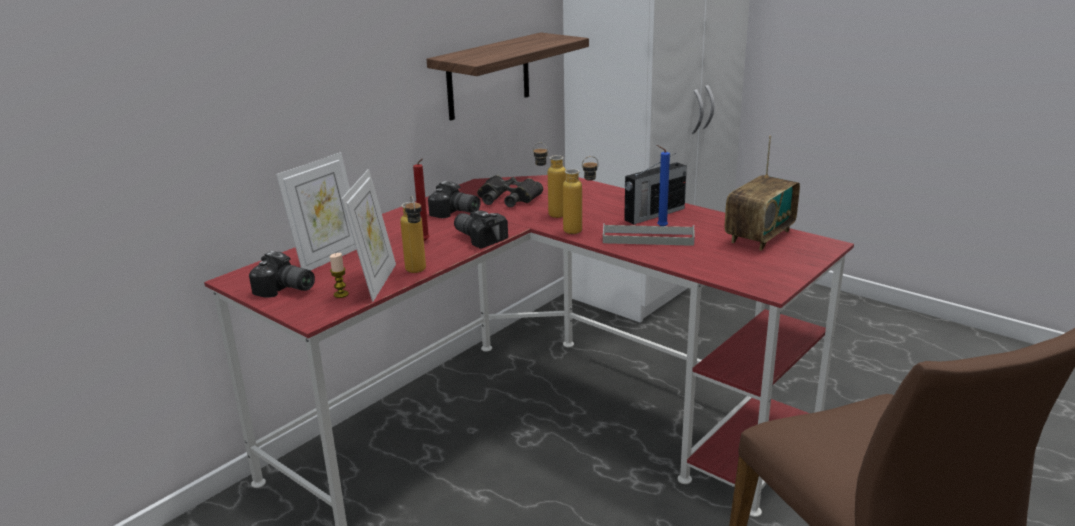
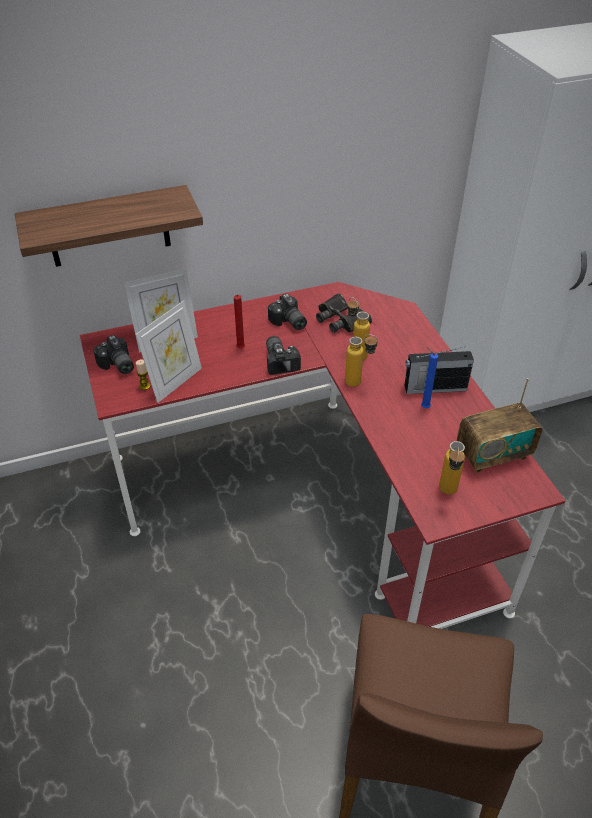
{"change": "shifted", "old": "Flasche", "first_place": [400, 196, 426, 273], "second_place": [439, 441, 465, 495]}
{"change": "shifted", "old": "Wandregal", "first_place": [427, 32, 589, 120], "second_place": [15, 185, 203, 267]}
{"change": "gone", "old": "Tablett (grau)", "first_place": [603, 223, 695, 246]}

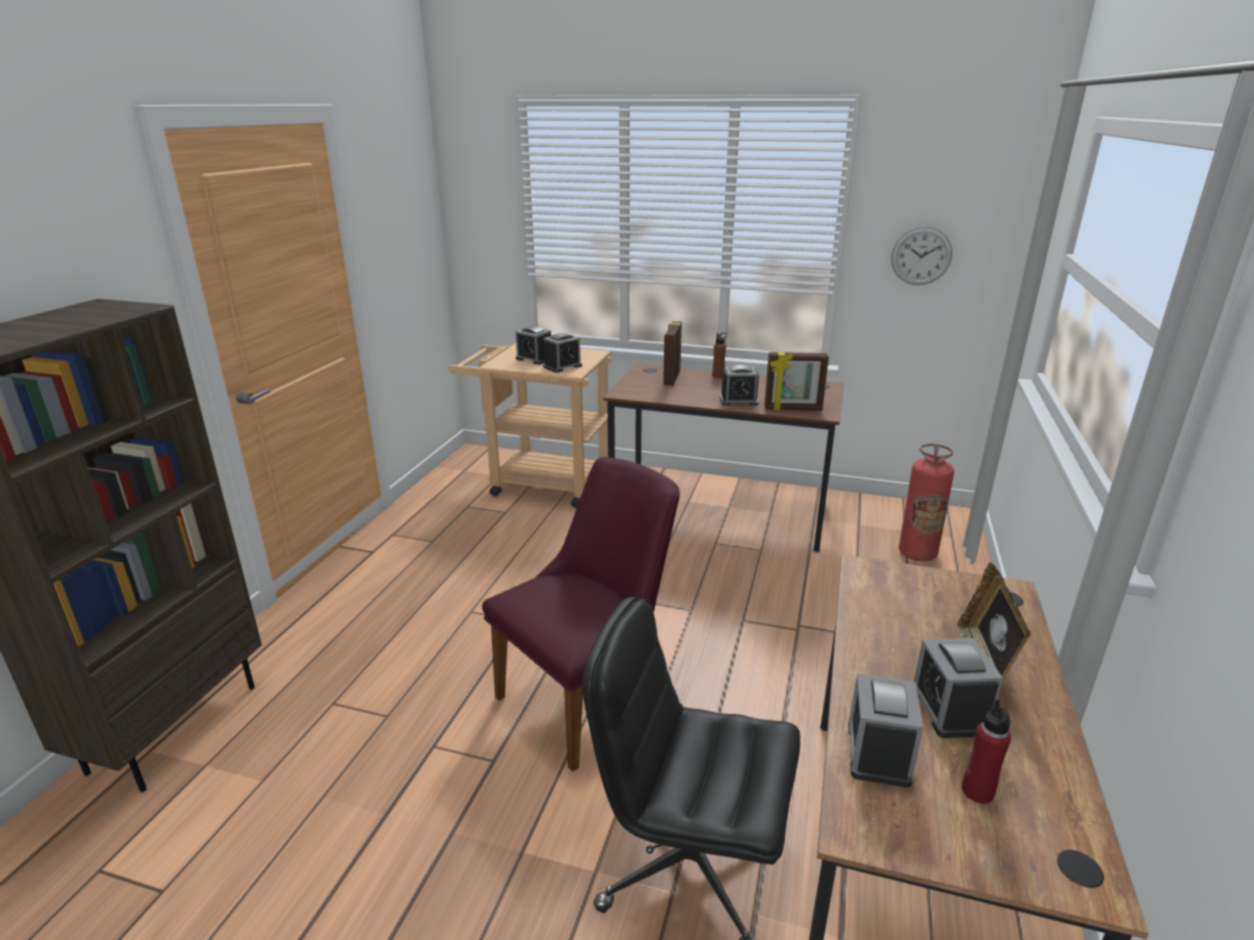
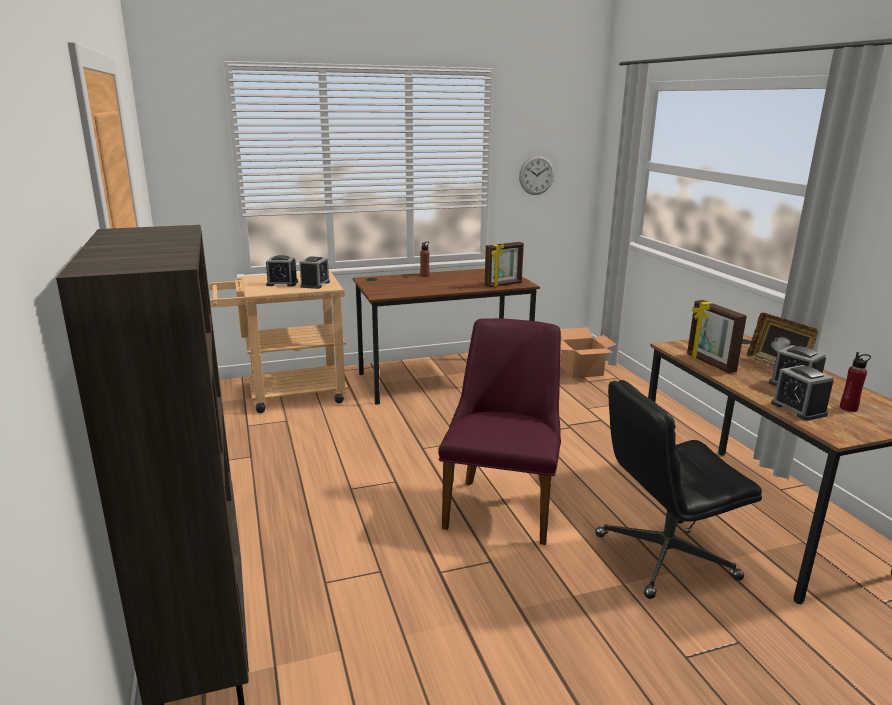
{"change": "shifted", "old": "Bilderrahmen", "first_place": [663, 321, 682, 386], "second_place": [687, 300, 747, 373]}
{"change": "gone", "old": "Wecker", "first_place": [720, 365, 759, 406]}
{"change": "swapped", "old": "Feuerlöscher", "new": "Karton", "first_place": [899, 444, 954, 561], "second_place": [560, 327, 617, 378]}

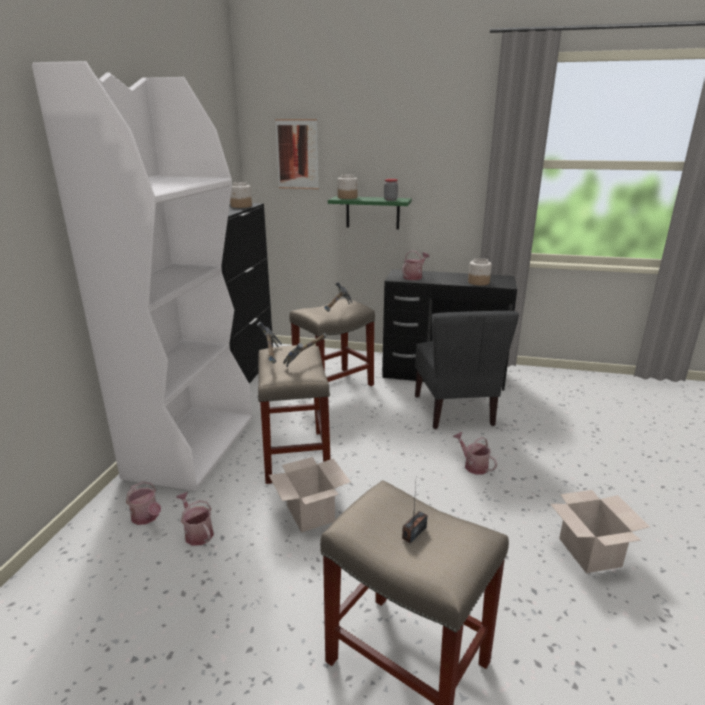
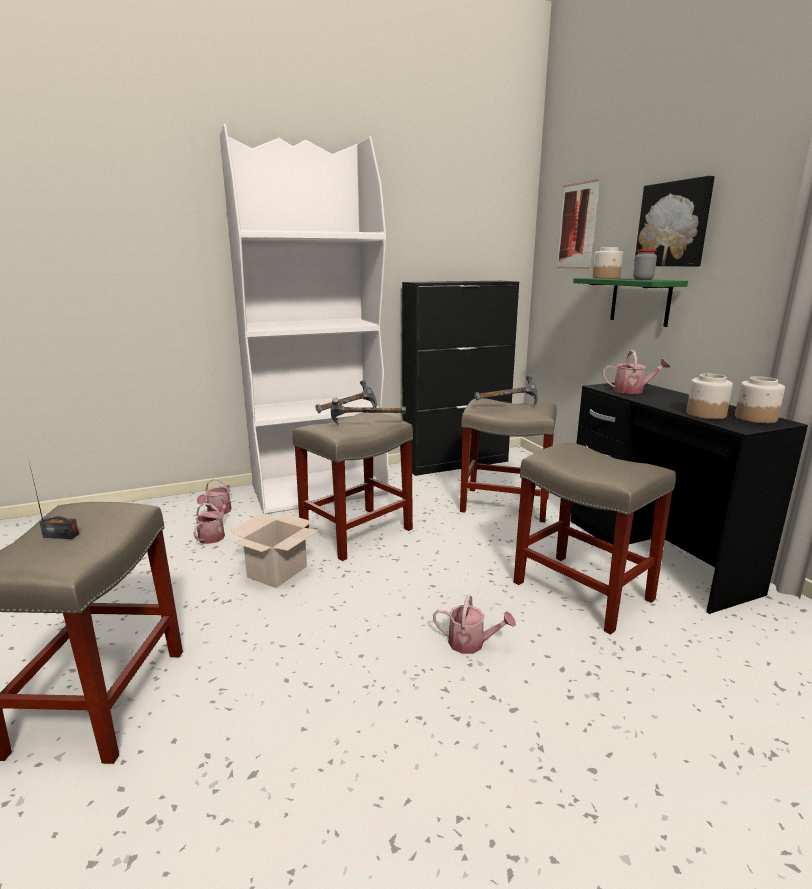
{"change": "shifted", "old": "Vorratsglas", "first_place": [230, 182, 252, 208], "second_place": [735, 376, 785, 423]}
{"change": "swapped", "old": "Stuhl (grau)", "new": "Hocker (beige)", "first_place": [415, 311, 519, 429], "second_place": [514, 442, 676, 634]}
{"change": "rotated", "old": "Gießkanne", "first_place": [453, 432, 497, 474], "second_place": [433, 595, 516, 654], "degrees": 90}
{"change": "gone", "old": "Karton", "first_place": [550, 490, 650, 573]}
{"change": "new", "new": "Bild", "second_place": [634, 176, 715, 267]}

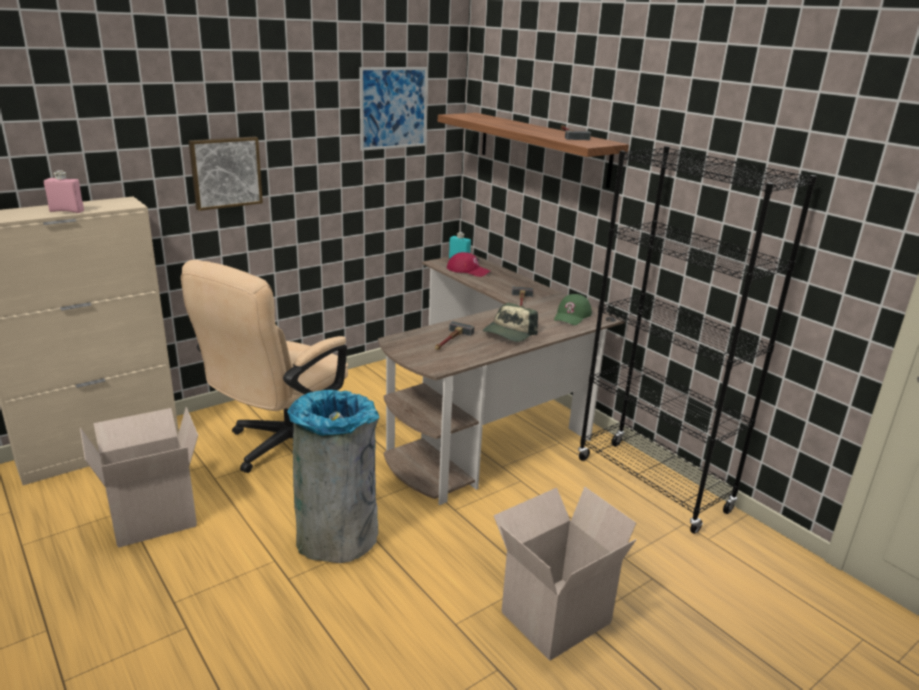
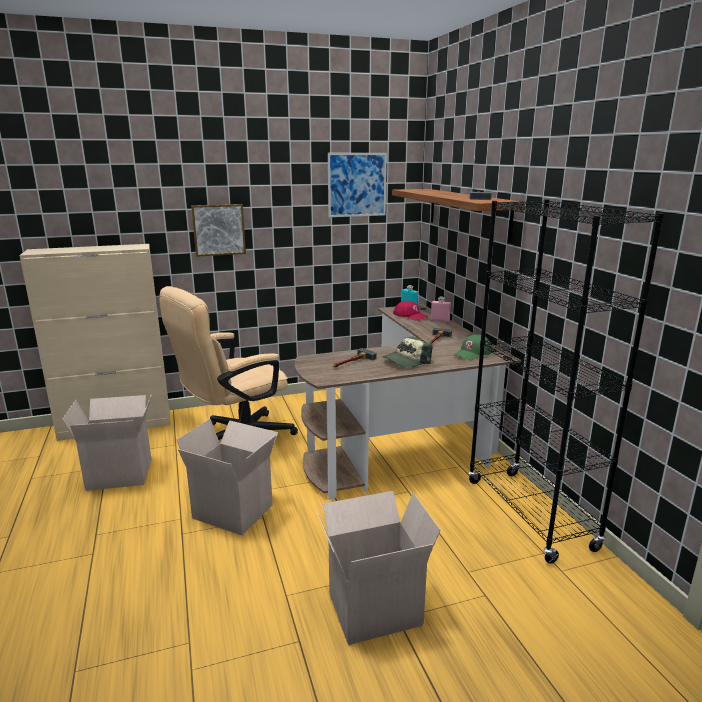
{"change": "shifted", "old": "Flasche (rosa)", "first_place": [44, 170, 84, 213], "second_place": [431, 297, 451, 323]}
{"change": "swapped", "old": "Mülleimer (grau)", "new": "Karton", "first_place": [287, 390, 380, 563], "second_place": [177, 419, 278, 535]}

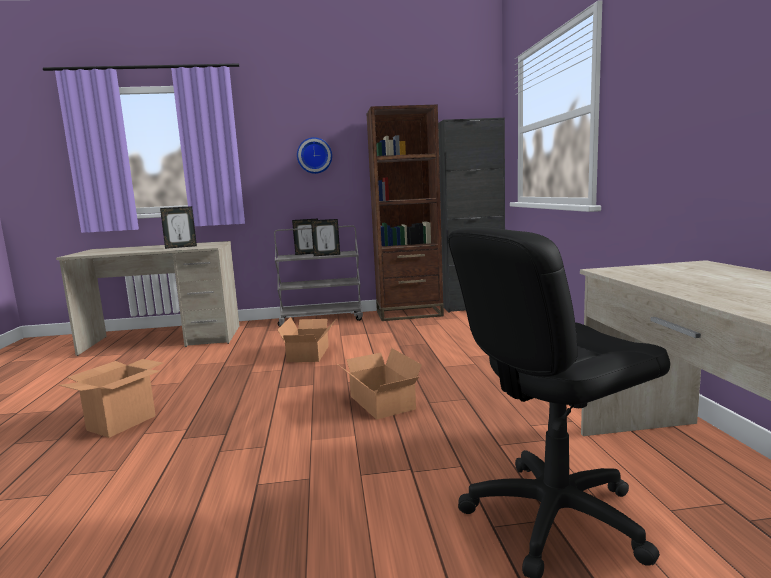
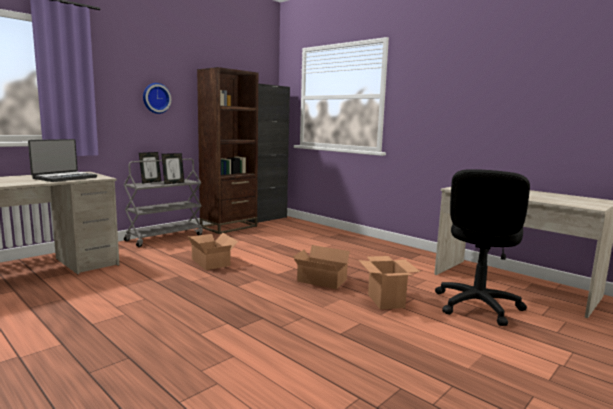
{"change": "shifted", "old": "Karton", "first_place": [59, 359, 163, 438], "second_place": [359, 256, 420, 309]}
{"change": "swapped", "old": "Bilderrahmen", "new": "Laptop", "first_place": [160, 206, 197, 249], "second_place": [28, 139, 97, 182]}

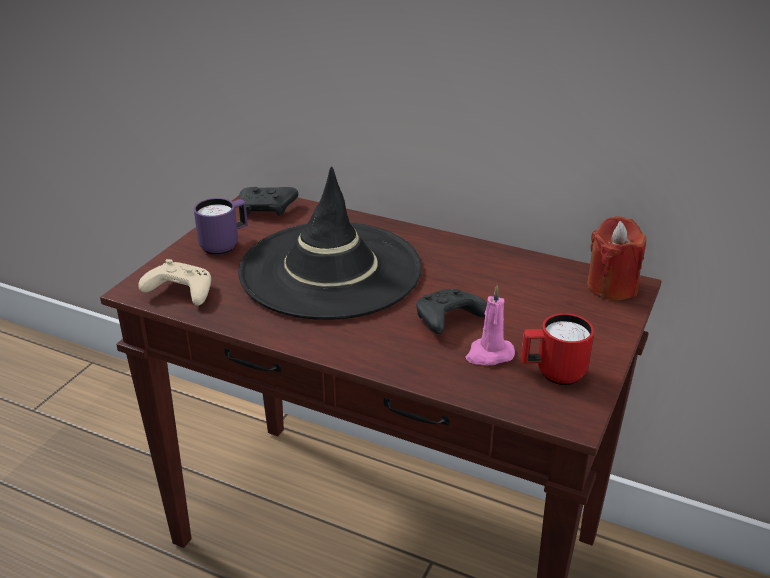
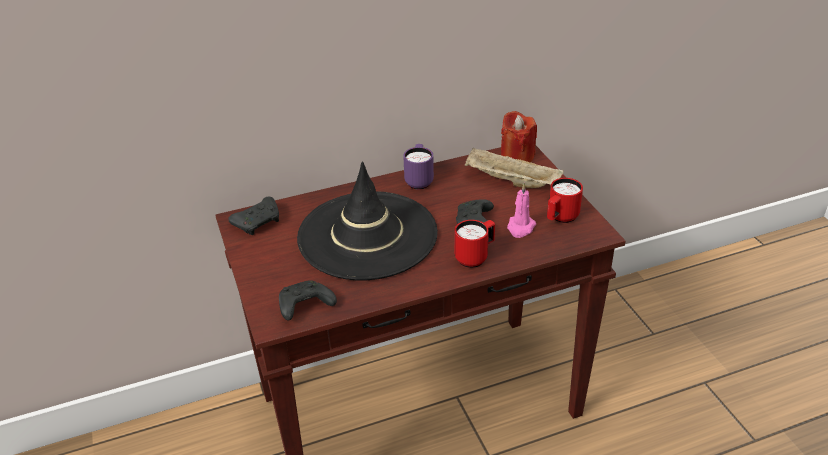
{"change": "repainted", "old": "Gamepad (beige)", "new": "Gamepad (schwarz)", "first_place": [138, 259, 211, 306], "second_place": [279, 280, 337, 320]}
{"change": "shifted", "old": "Henkelbecher (lila)", "first_place": [194, 198, 248, 255], "second_place": [403, 144, 434, 190]}
{"change": "new", "new": "Henkelbecher (rot)", "second_place": [455, 220, 495, 268]}
{"change": "new", "new": "Tablett (beige)", "second_place": [465, 148, 564, 188]}

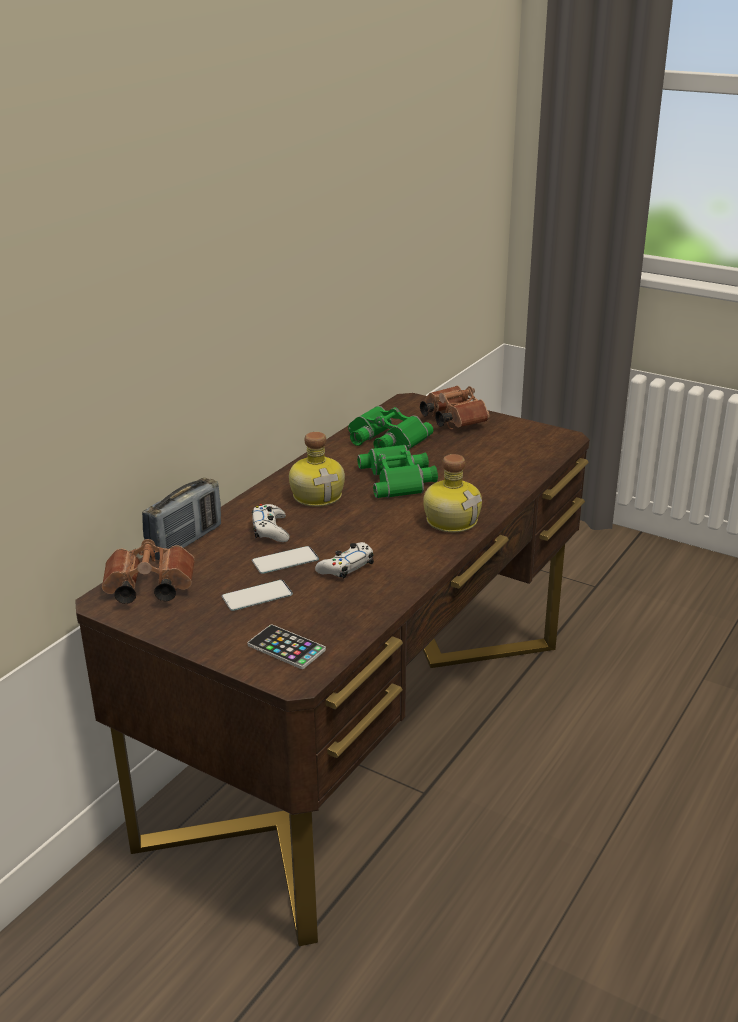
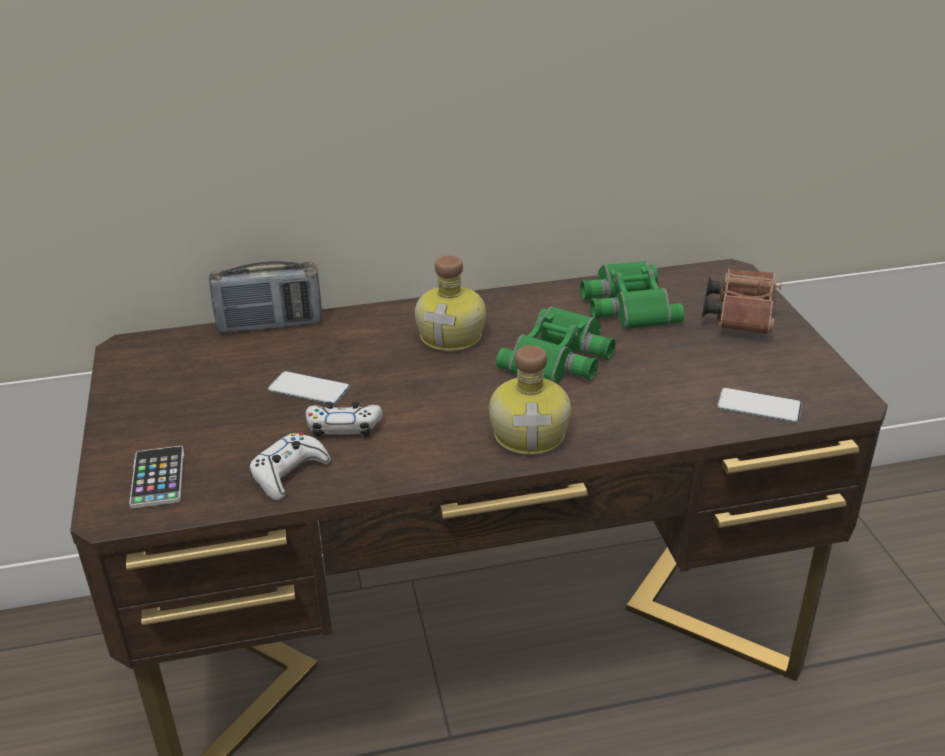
{"change": "gone", "old": "Fernglas (braun)", "first_place": [102, 539, 195, 604]}
{"change": "shifted", "old": "Handy", "first_place": [222, 580, 293, 611], "second_place": [717, 388, 802, 422]}
{"change": "shifted", "old": "Gamepad (weiß)", "first_place": [252, 504, 290, 542], "second_place": [249, 433, 331, 500]}

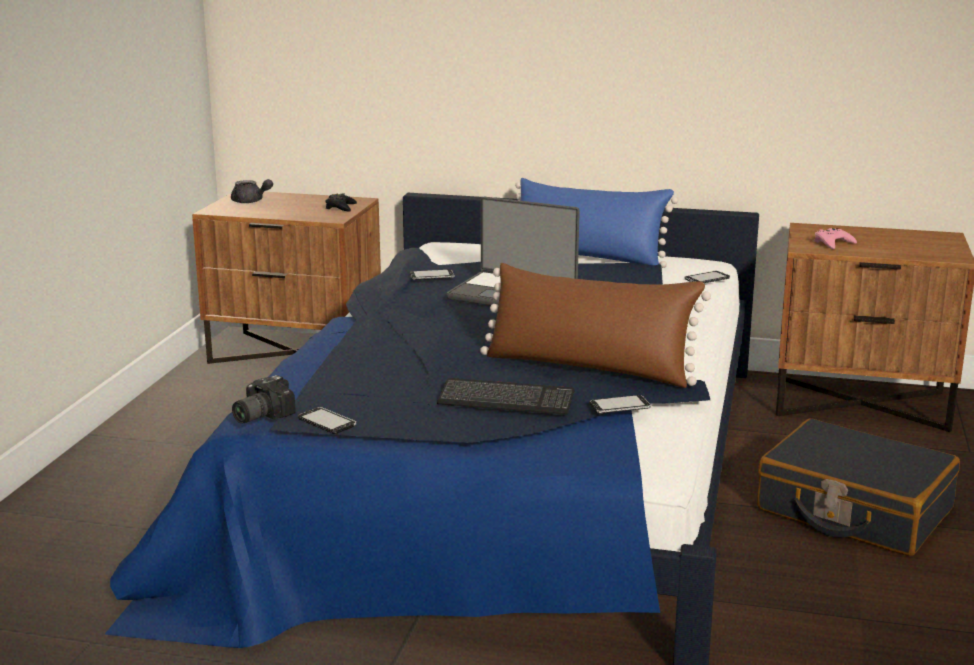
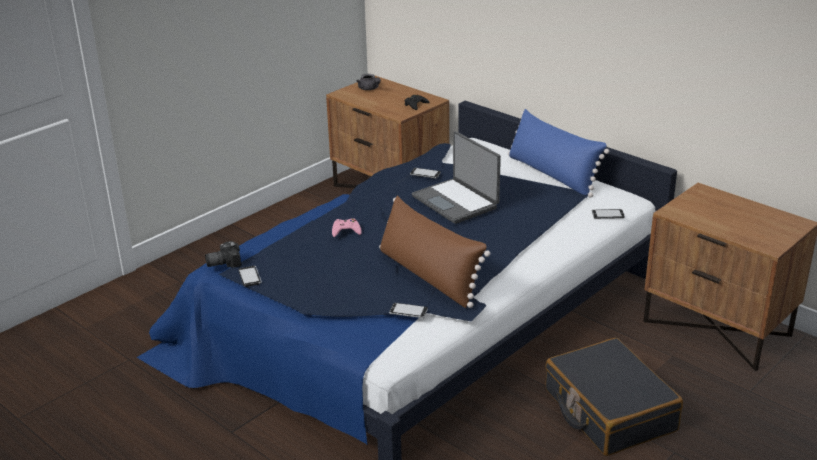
{"change": "gone", "old": "Tastatur", "first_place": [437, 378, 575, 415]}
{"change": "shifted", "old": "Gamepad (rosa)", "first_place": [814, 228, 857, 249], "second_place": [332, 218, 362, 237]}

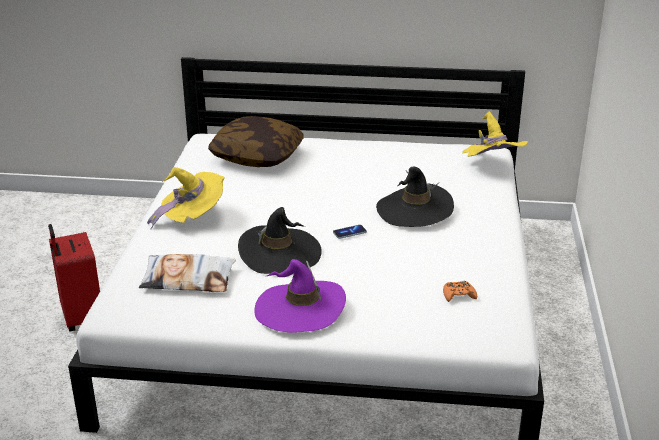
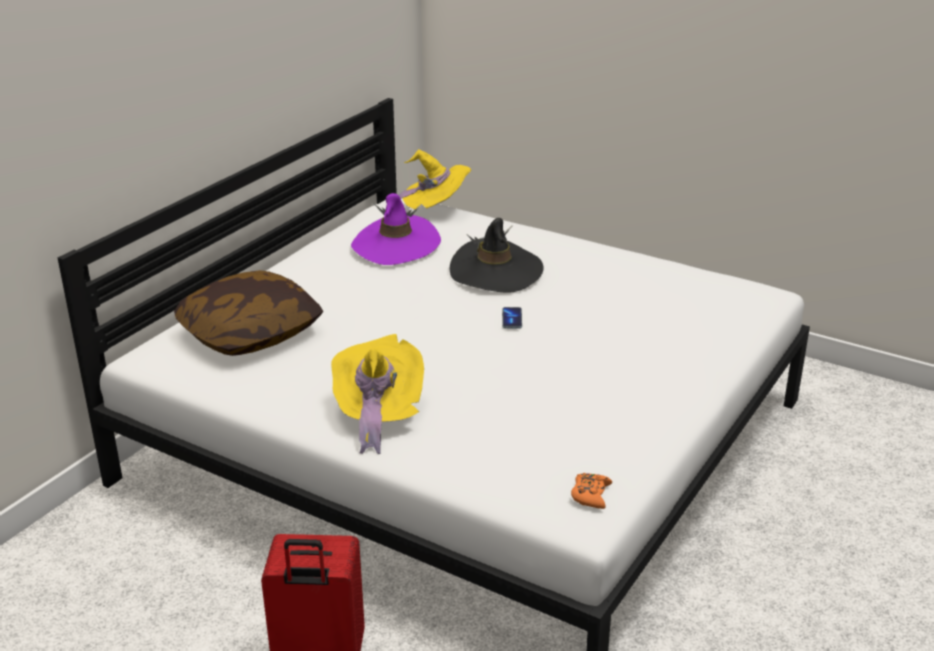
{"change": "gone", "old": "Kissen", "first_place": [139, 254, 236, 292]}
{"change": "gone", "old": "Hut (schwarz)", "first_place": [238, 207, 321, 274]}
{"change": "shifted", "old": "Hut (lila)", "first_place": [254, 259, 346, 333], "second_place": [351, 193, 441, 265]}
{"change": "shifted", "old": "Gamepad (orange)", "first_place": [443, 281, 477, 302], "second_place": [571, 473, 612, 509]}

